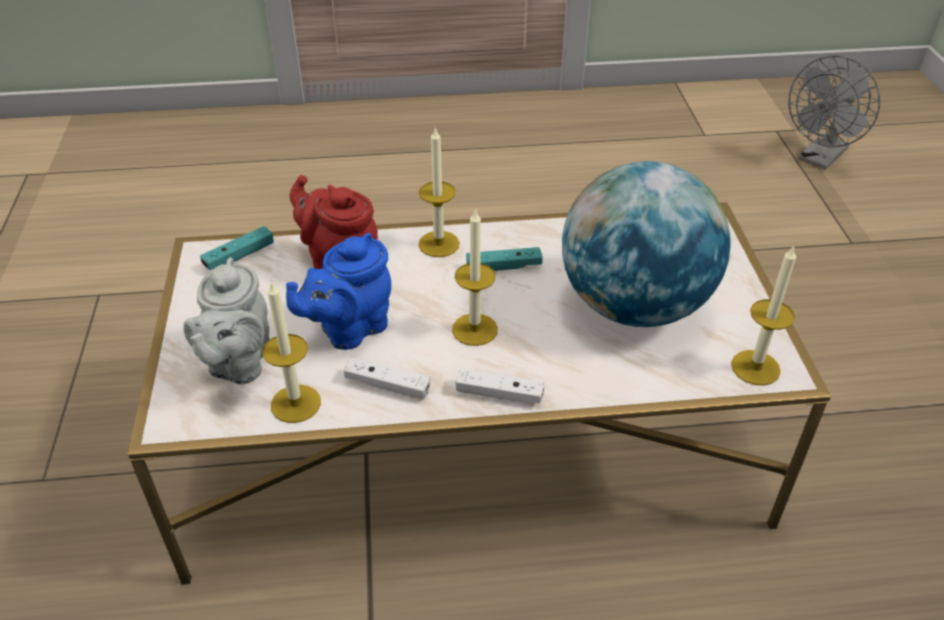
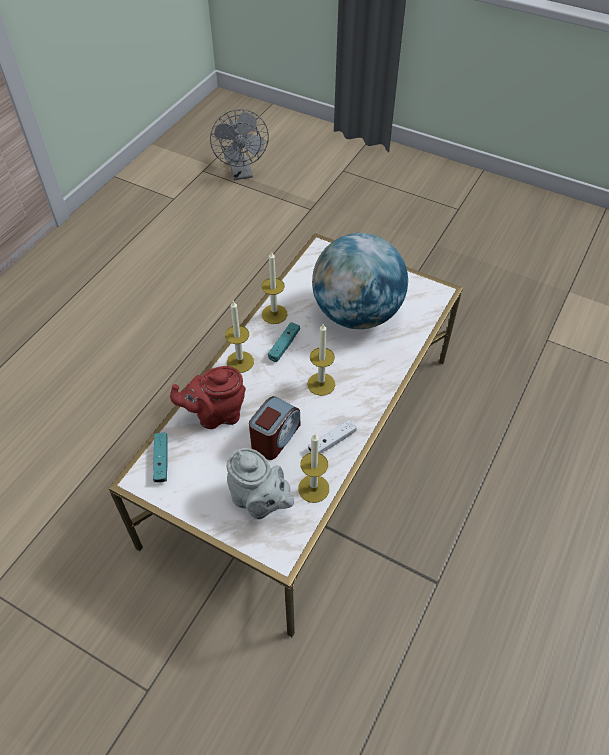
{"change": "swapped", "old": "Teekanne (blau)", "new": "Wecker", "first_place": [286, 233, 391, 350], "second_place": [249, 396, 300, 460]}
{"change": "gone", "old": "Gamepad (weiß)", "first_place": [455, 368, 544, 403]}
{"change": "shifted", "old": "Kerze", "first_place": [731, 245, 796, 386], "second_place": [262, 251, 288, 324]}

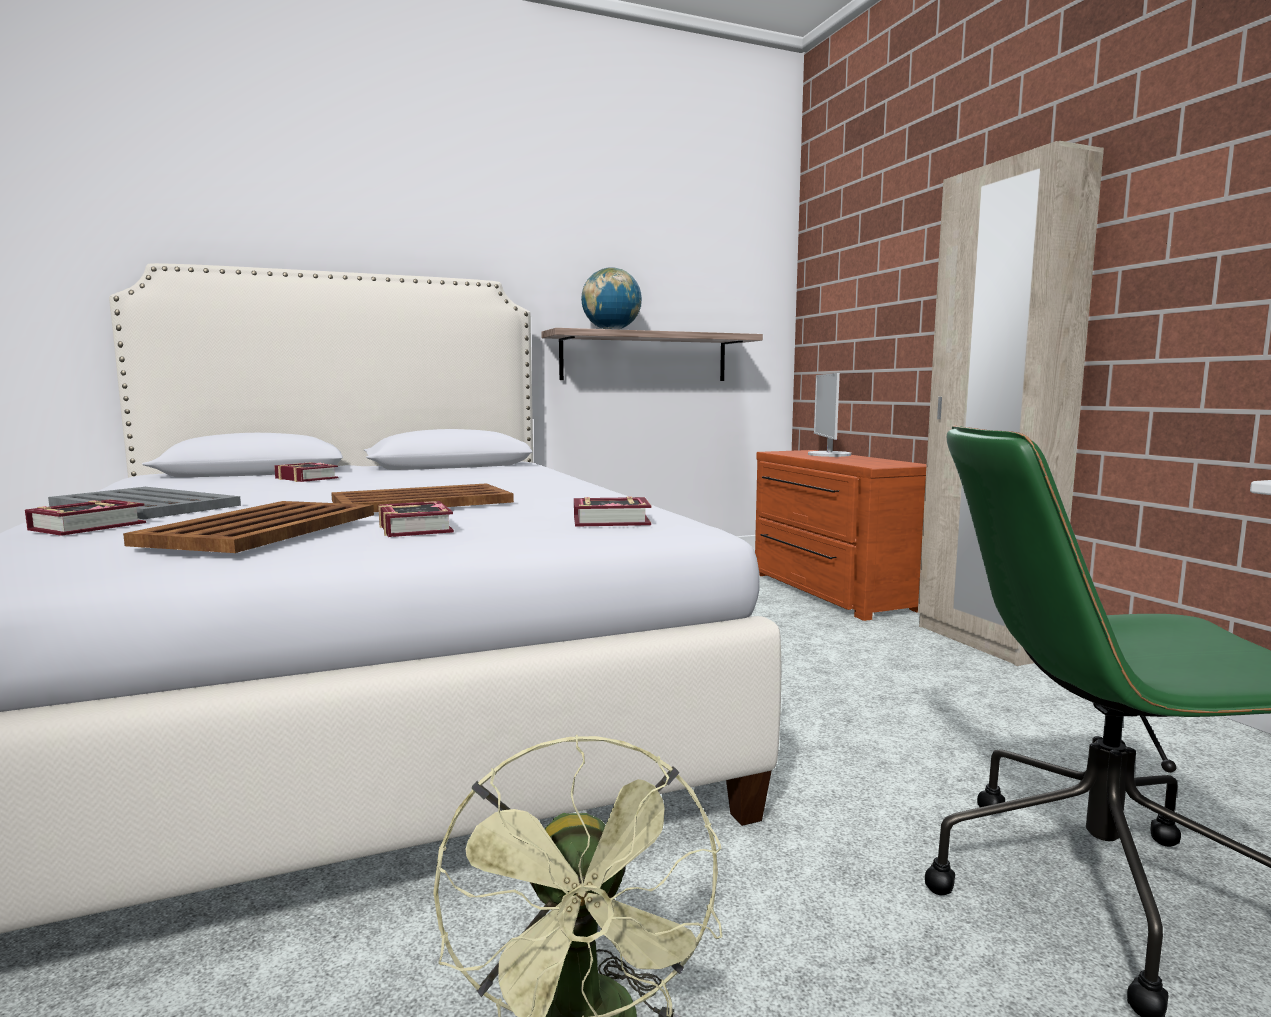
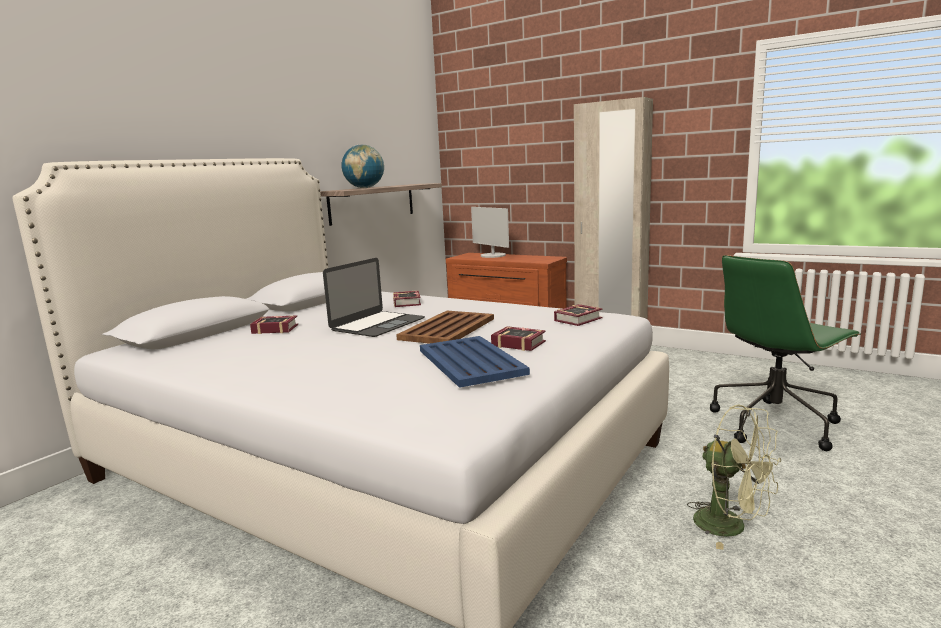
{"change": "shifted", "old": "Buch", "first_place": [25, 500, 146, 536], "second_place": [393, 290, 421, 307]}
{"change": "gone", "old": "Tablett (grau)", "first_place": [48, 487, 241, 519]}
{"change": "repainted", "old": "Tablett (braun)", "new": "Tablett (blau)", "first_place": [123, 501, 374, 553], "second_place": [420, 336, 530, 388]}
{"change": "new", "new": "Laptop", "second_place": [323, 258, 425, 337]}

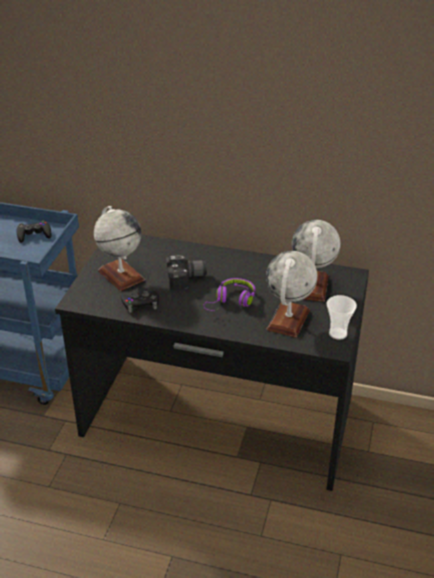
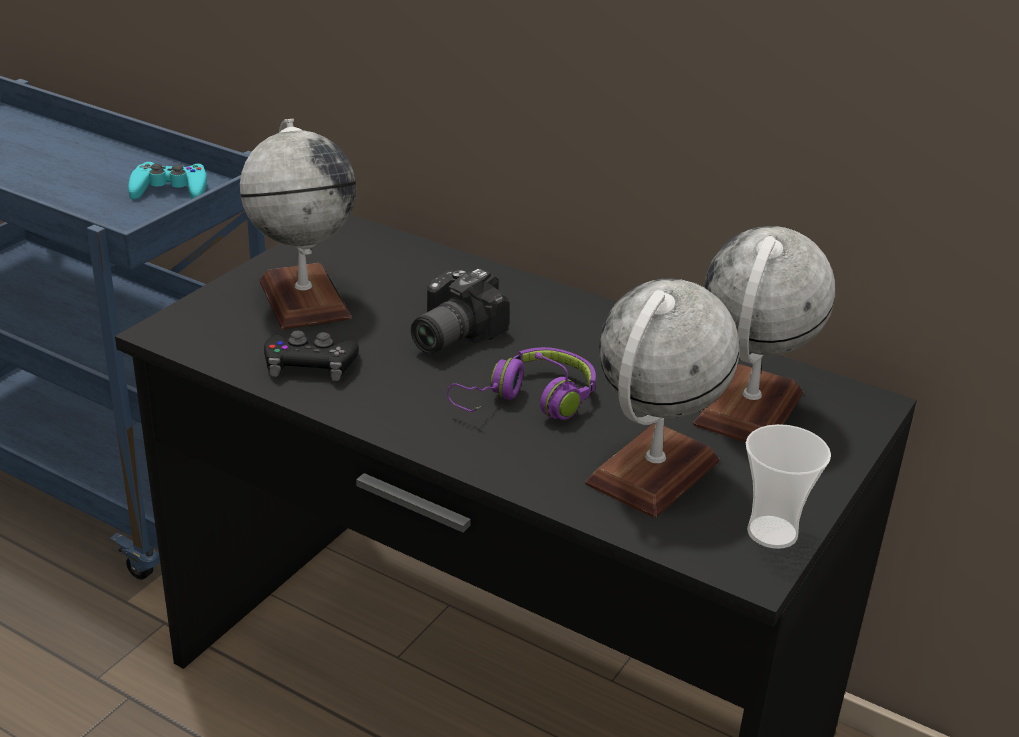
{"change": "repainted", "old": "Gamepad (schwarz)", "new": "Gamepad (türkis)", "first_place": [16, 220, 52, 243], "second_place": [128, 161, 207, 200]}
{"change": "rotated", "old": "Kamera", "first_place": [166, 255, 207, 290], "second_place": [411, 269, 510, 354], "degrees": 120}

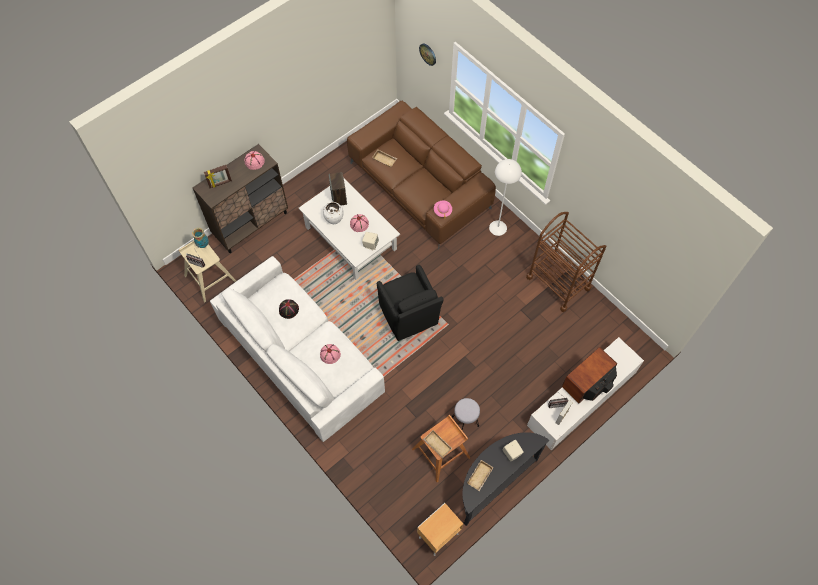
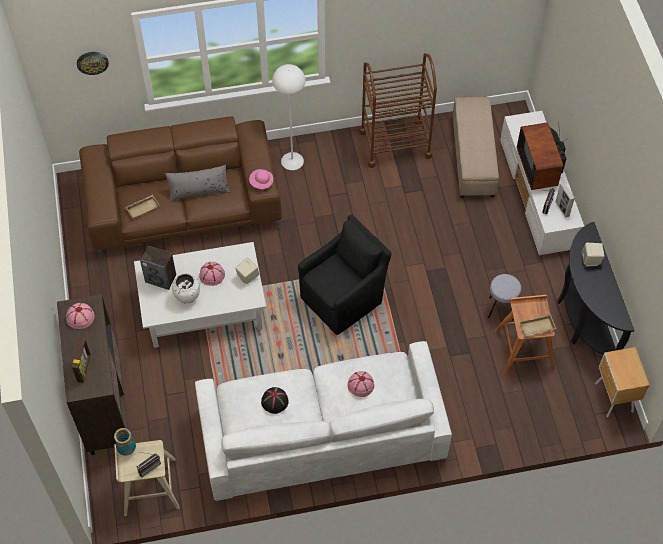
{"change": "rotated", "old": "Sessel (schwarz)", "first_place": [377, 265, 443, 341], "second_place": [298, 214, 391, 335], "degrees": -45}
{"change": "gone", "old": "Tablett (beige)", "first_place": [467, 460, 494, 491]}
{"change": "new", "new": "Kissen (grau)", "second_place": [165, 165, 230, 202]}
{"change": "new", "new": "Polsterhocker (beige)", "second_place": [453, 97, 499, 198]}

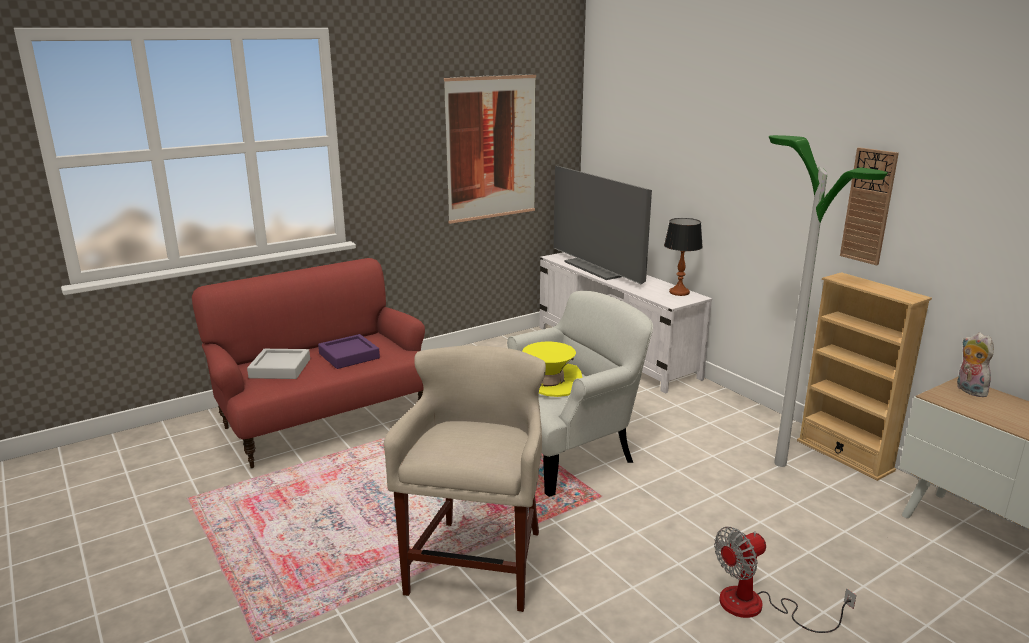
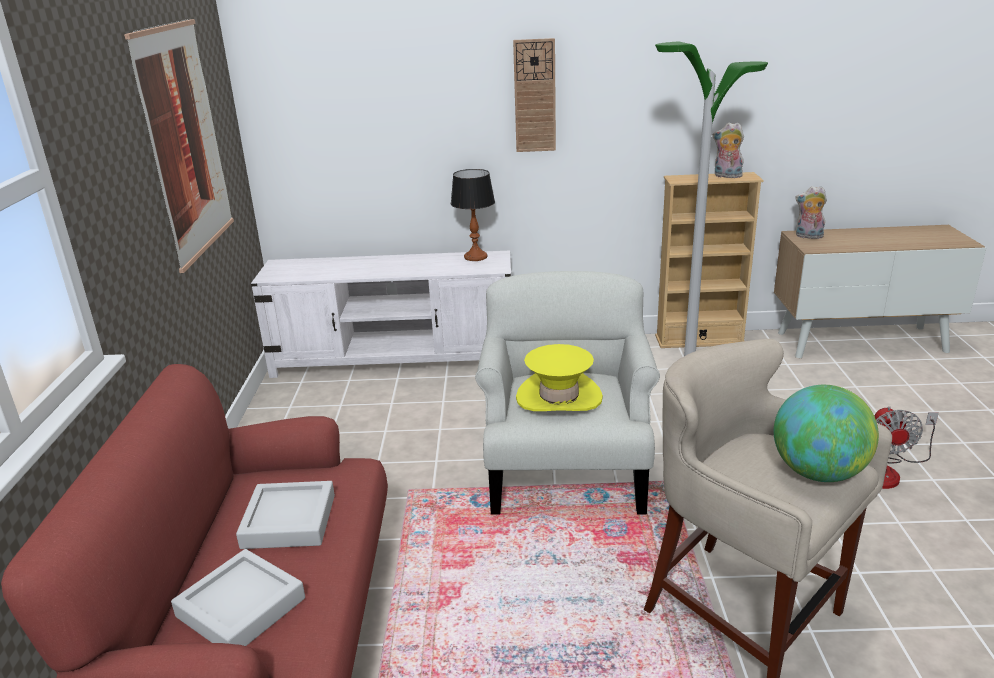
{"change": "repainted", "old": "Tablett (lila)", "new": "Tablett (grau)", "first_place": [318, 334, 380, 369], "second_place": [236, 481, 335, 549]}
{"change": "gone", "old": "Fernseher", "first_place": [554, 166, 652, 284]}
{"change": "shifted", "old": "Wanduhr", "first_place": [840, 147, 899, 265], "second_place": [513, 38, 556, 152]}
{"change": "new", "new": "Plüschtier", "second_place": [713, 122, 744, 178]}
{"change": "new", "new": "Globus", "second_place": [774, 385, 879, 482]}

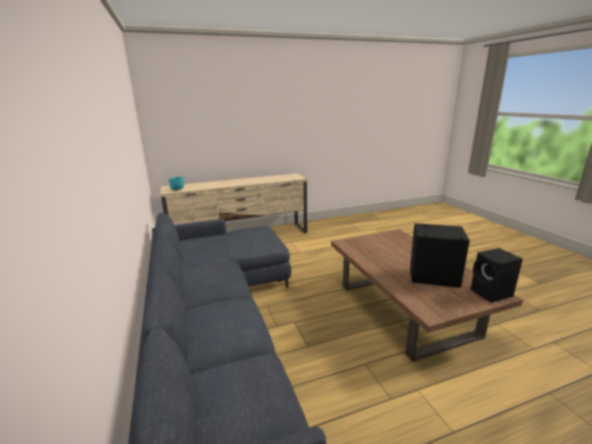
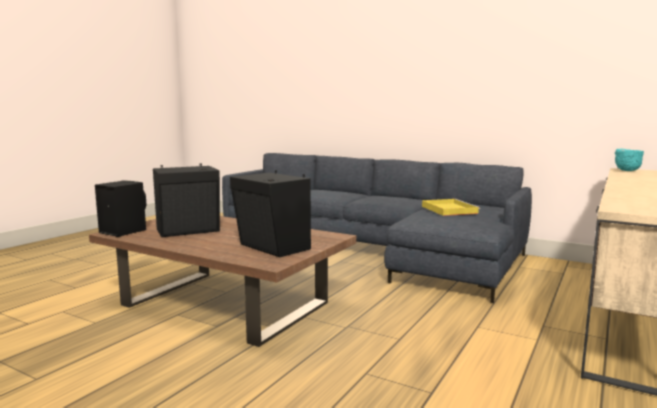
{"change": "new", "new": "Lautsprecher (schwarz)", "second_place": [230, 170, 311, 257]}
{"change": "new", "new": "Tablett (gelb)", "second_place": [422, 199, 480, 216]}

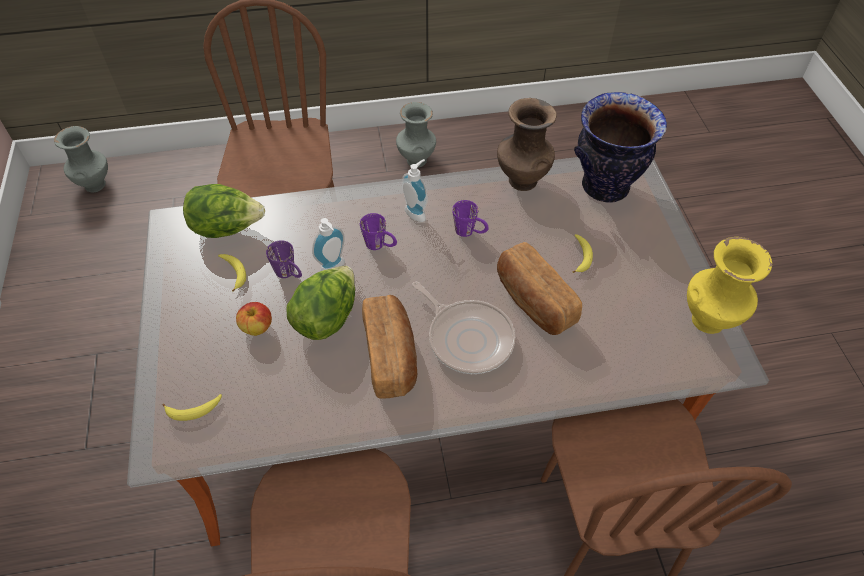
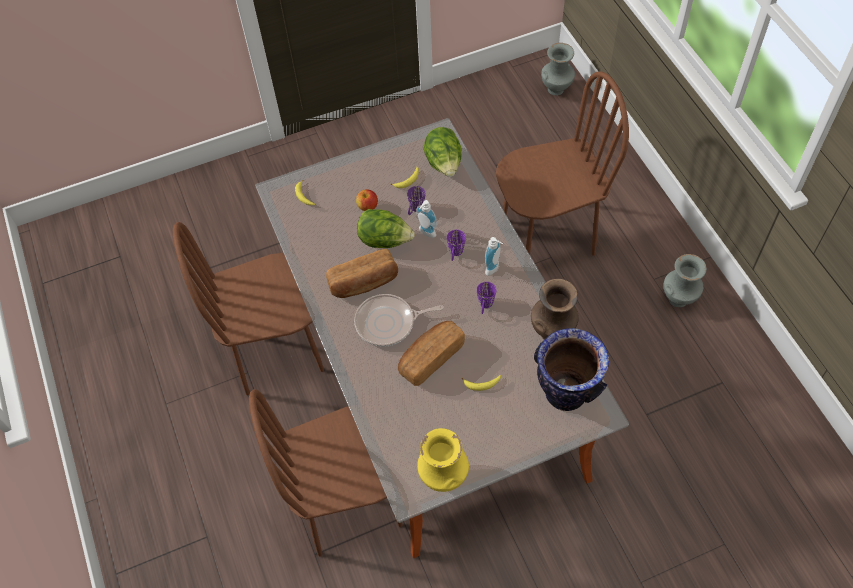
{"change": "rotated", "old": "Pfanne", "first_place": [412, 281, 515, 374], "second_place": [354, 294, 443, 347], "degrees": 45}

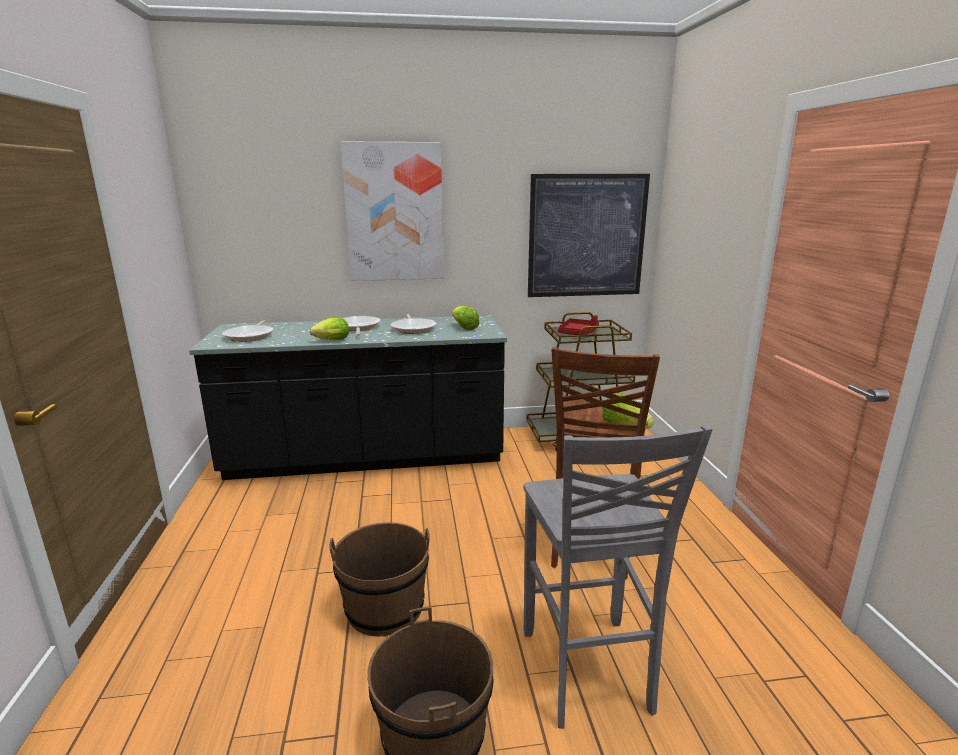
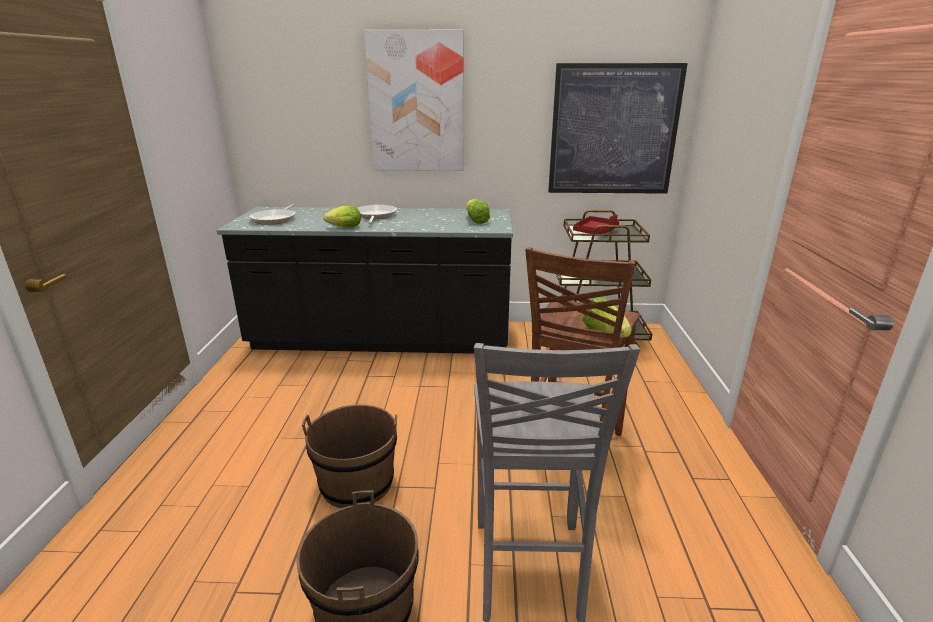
{"change": "gone", "old": "Pfanne", "first_place": [391, 314, 437, 334]}

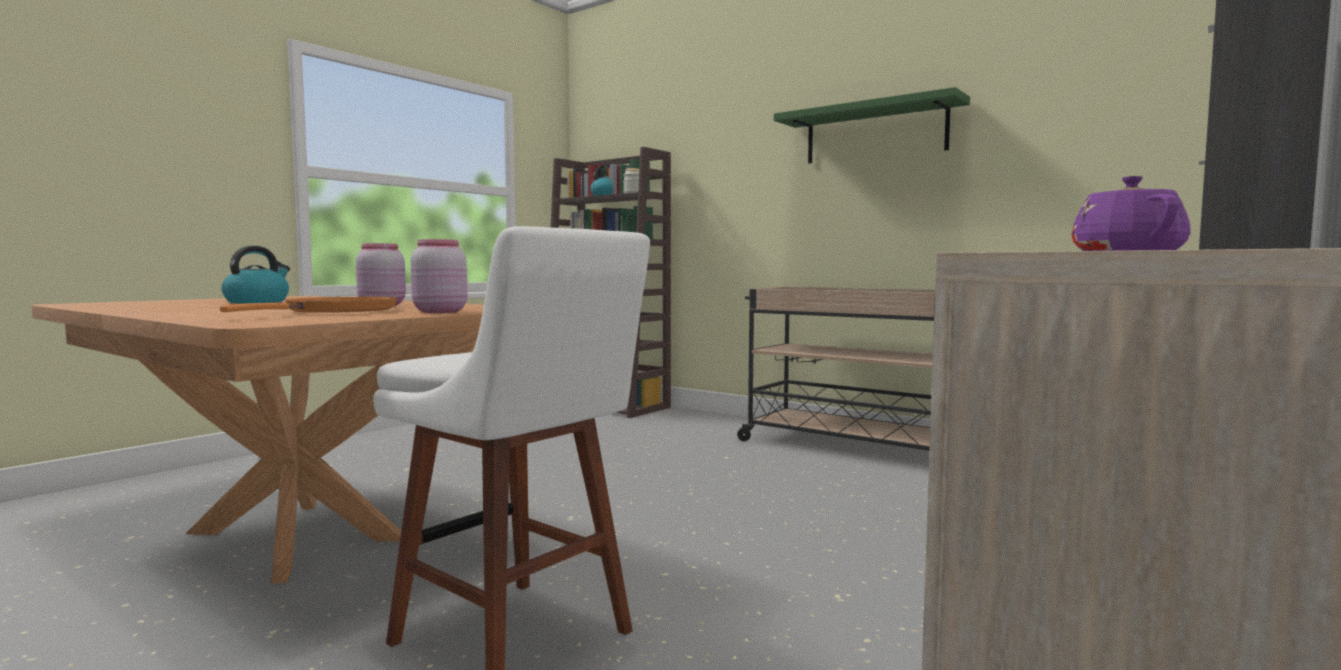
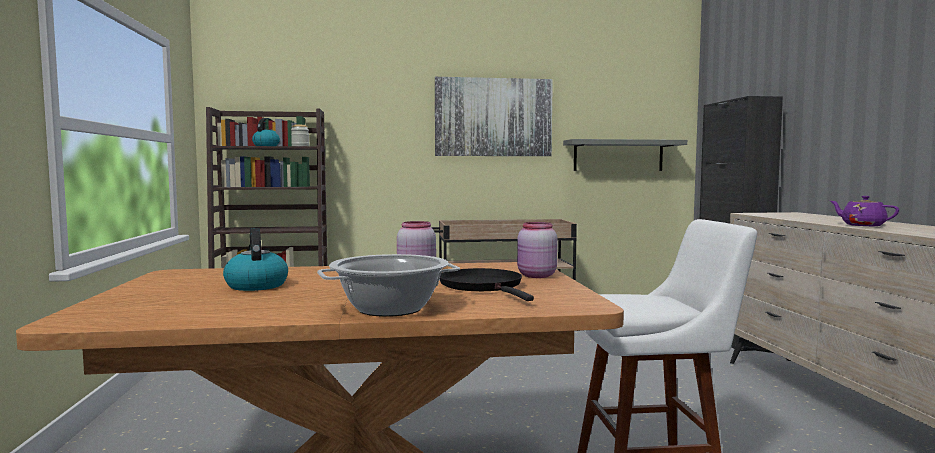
{"change": "repainted", "old": "Pfanne (orange)", "new": "Pfanne (schwarz)", "first_place": [220, 297, 397, 313], "second_place": [440, 268, 534, 301]}
{"change": "swapped", "old": "Wandregal (grün)", "new": "Bild", "first_place": [774, 87, 970, 163], "second_place": [435, 77, 553, 156]}
{"change": "new", "new": "Kochtopf", "second_place": [317, 254, 460, 317]}
{"change": "new", "new": "Wandregal (grau)", "second_place": [563, 139, 687, 171]}

